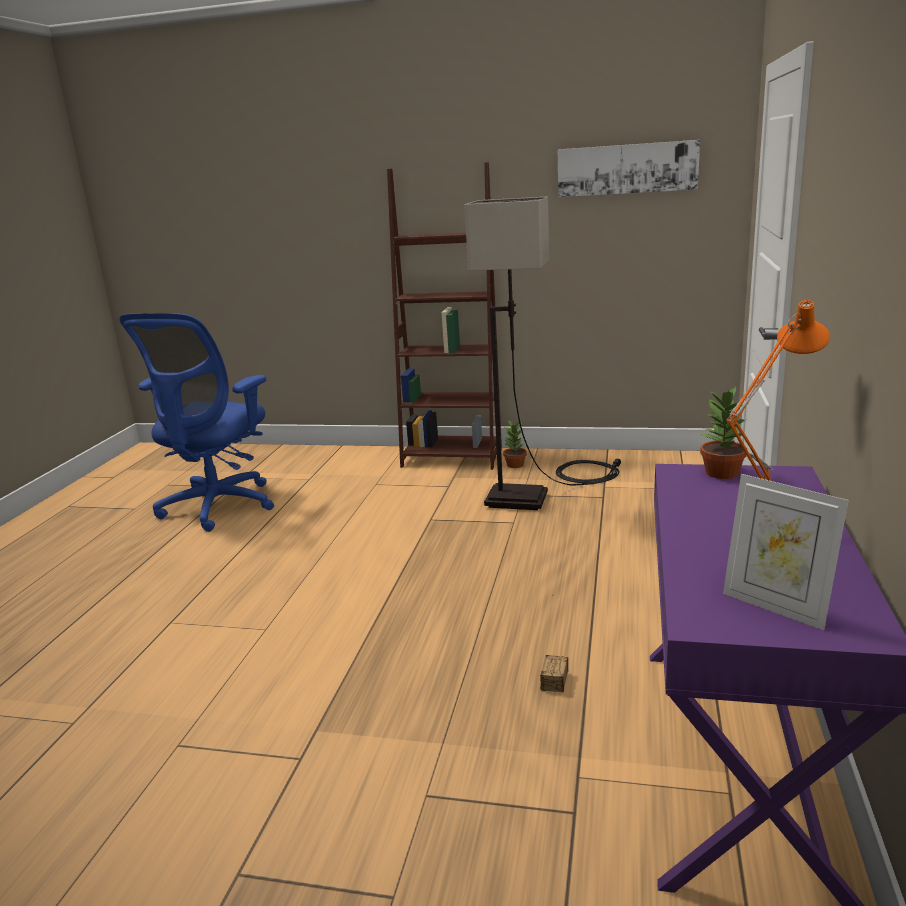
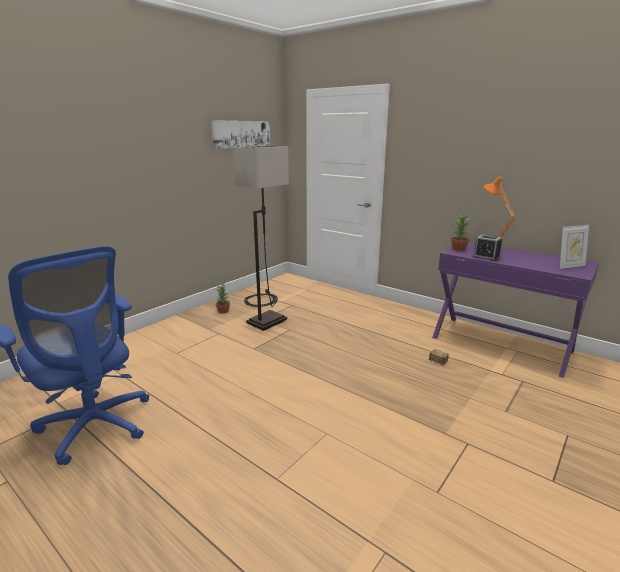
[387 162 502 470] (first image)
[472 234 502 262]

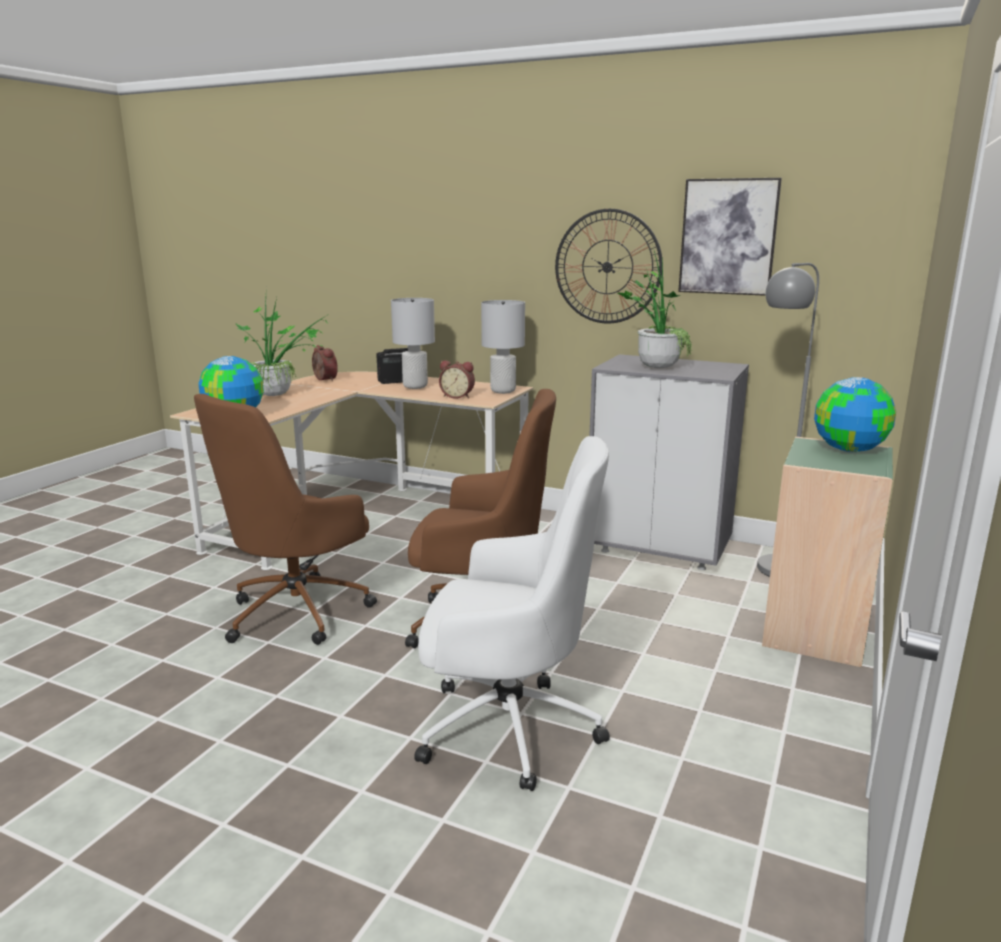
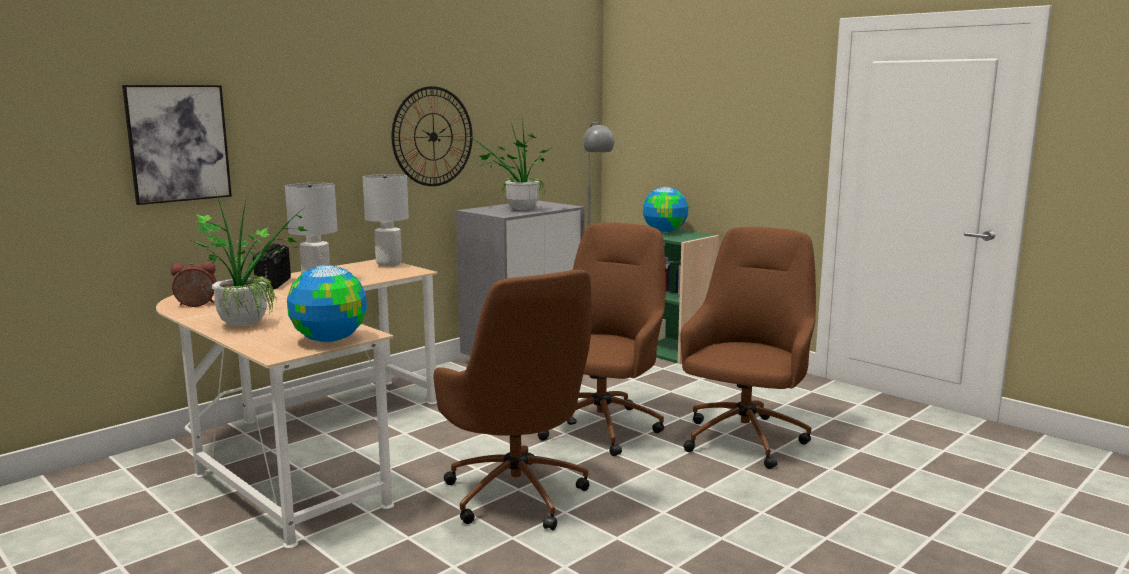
[122 85 232 205]
[439 360 475 399] (first image)
[680 227 816 469]

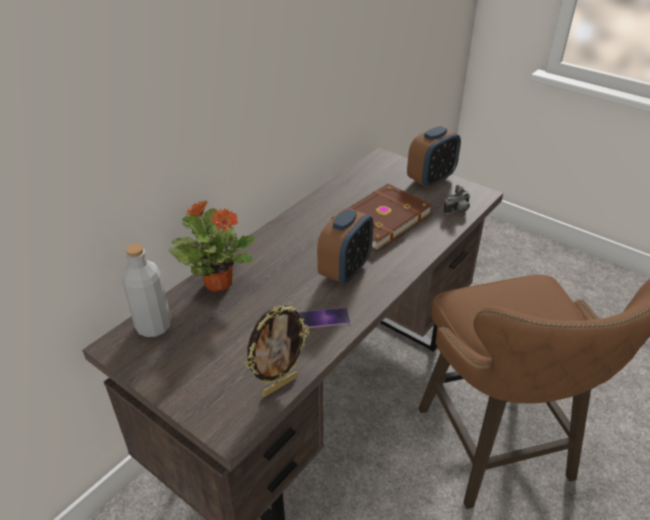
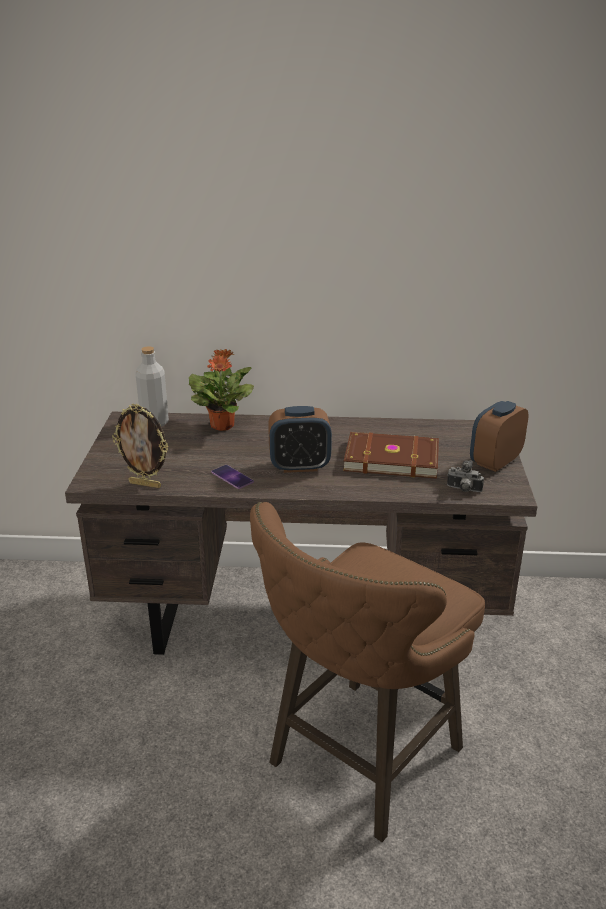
[470 401 528 472]

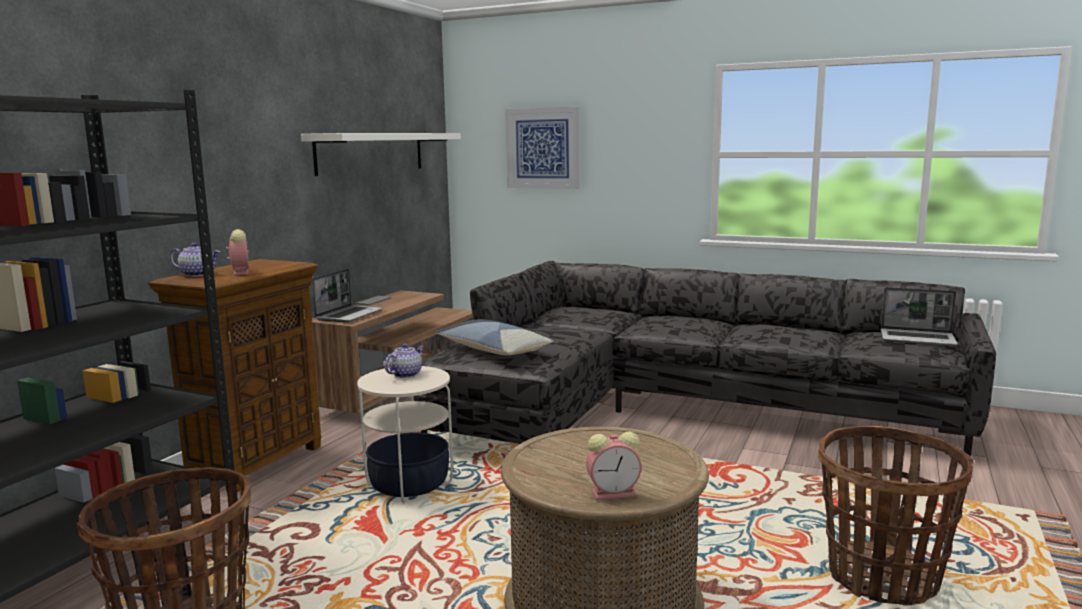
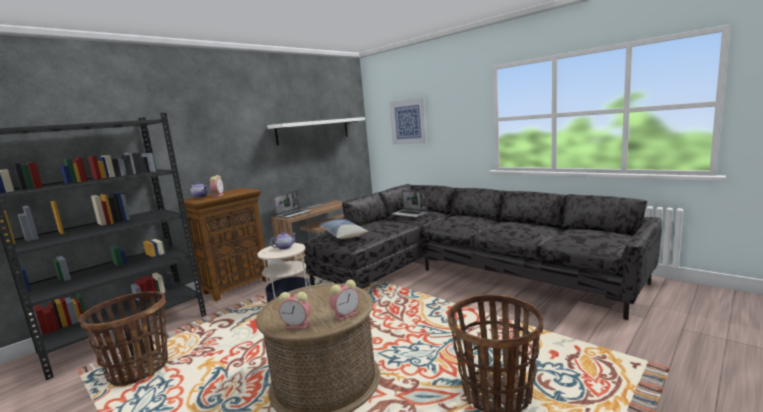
[391 190 428 218]
[329 280 359 321]

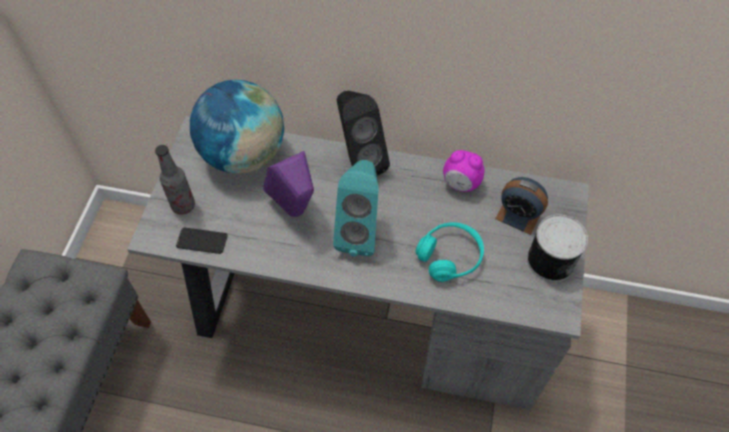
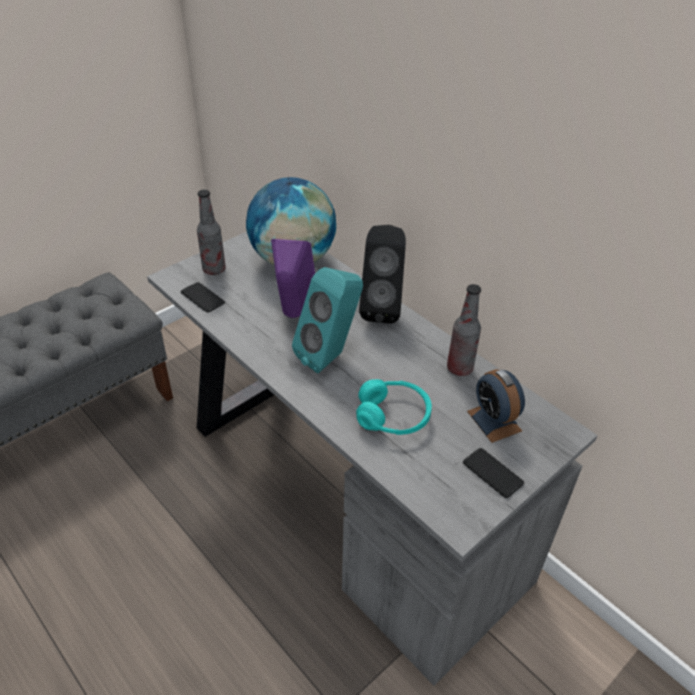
[447 284 481 376]
[463 448 524 498]

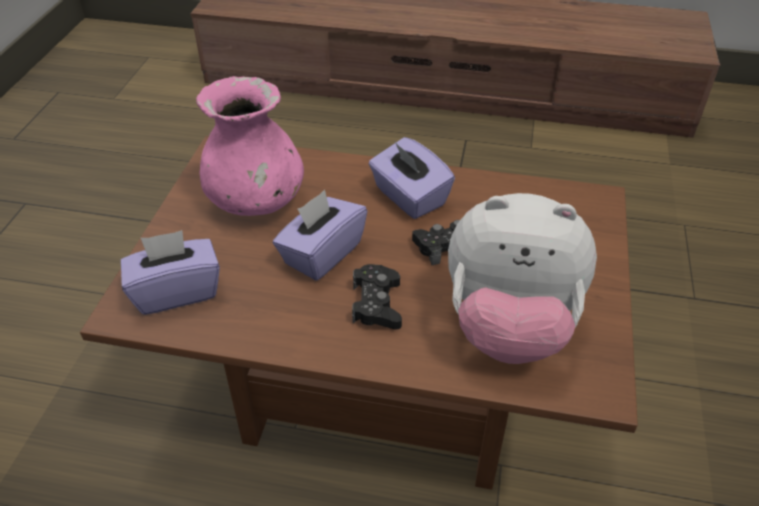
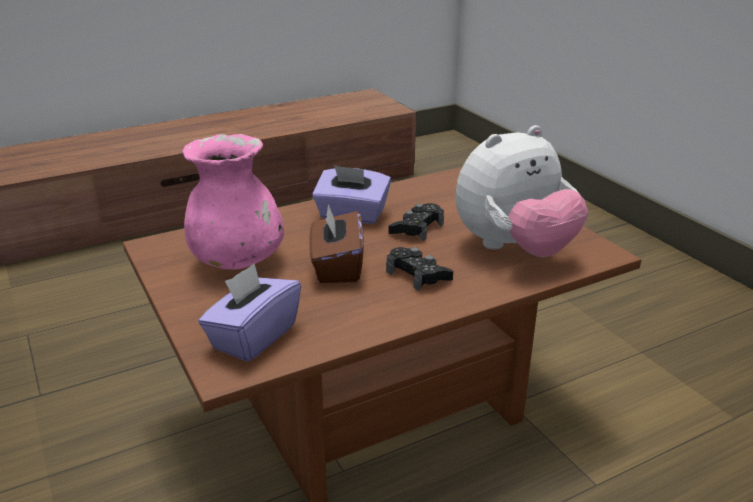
[309 204 364 283]

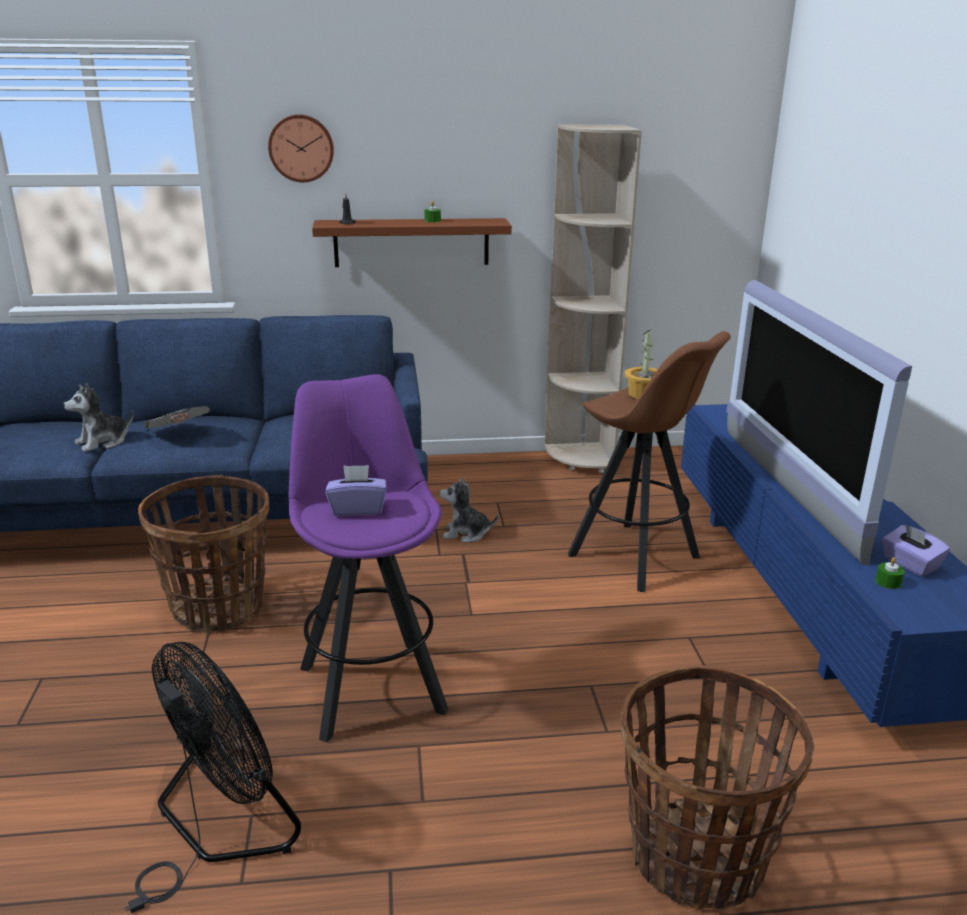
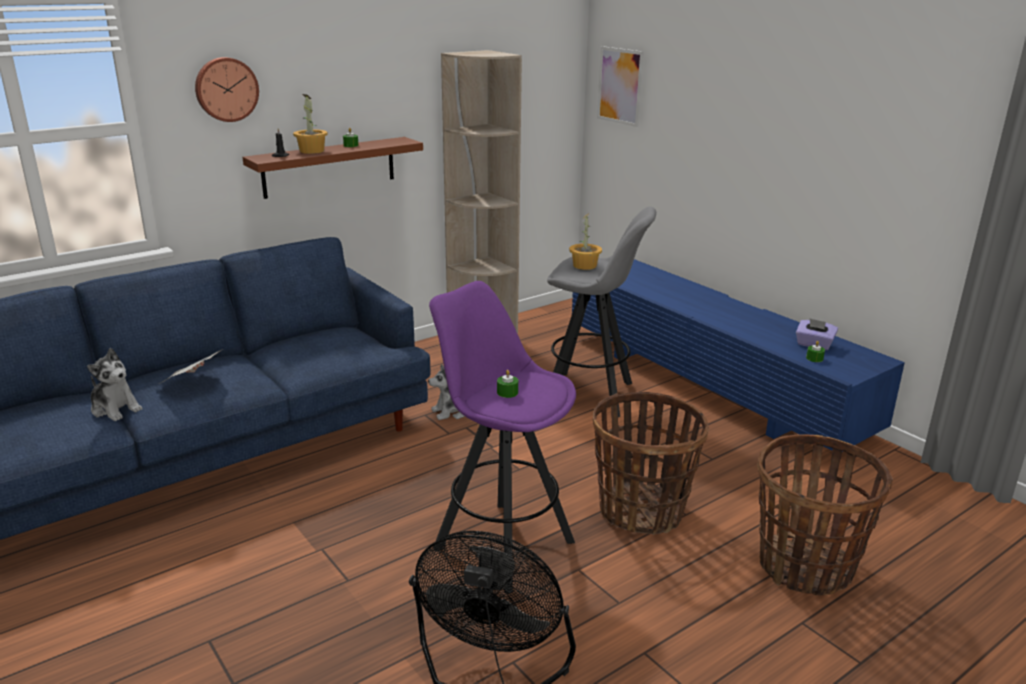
[727 280 912 565] (first image)
[547 206 656 417]
[87 348 143 421]
[497 370 518 398]
[593 392 709 535]
[597 46 644 127]
[293 94 328 154]

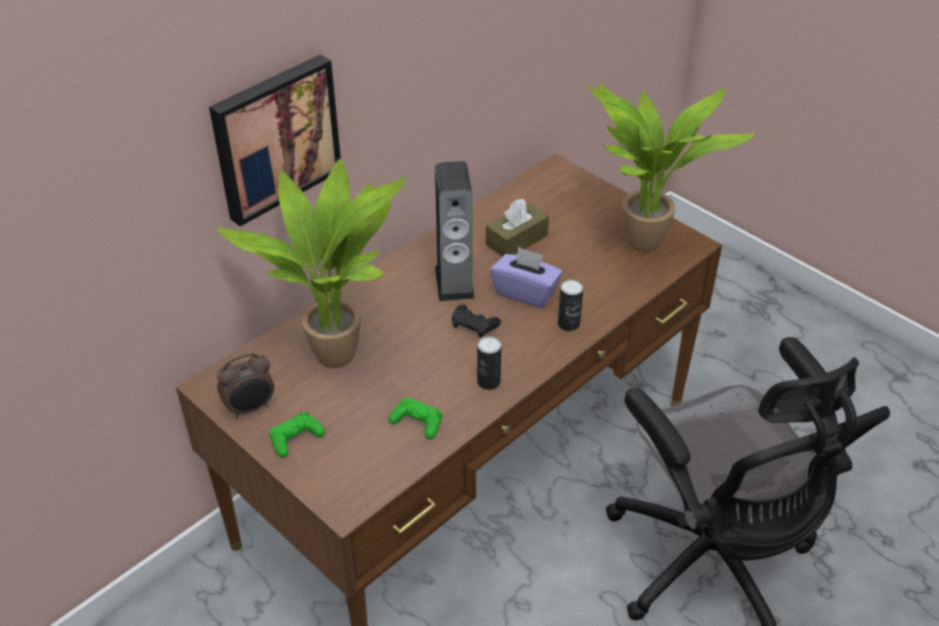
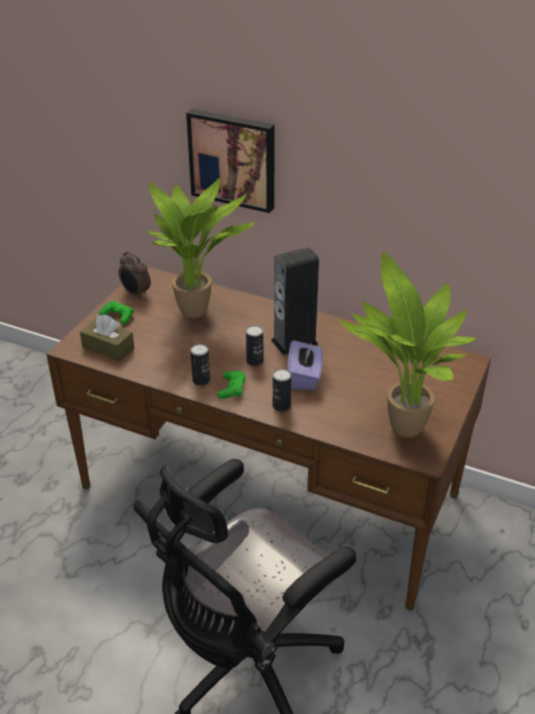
[80 314 134 362]
[246 325 263 366]
[217 371 246 399]

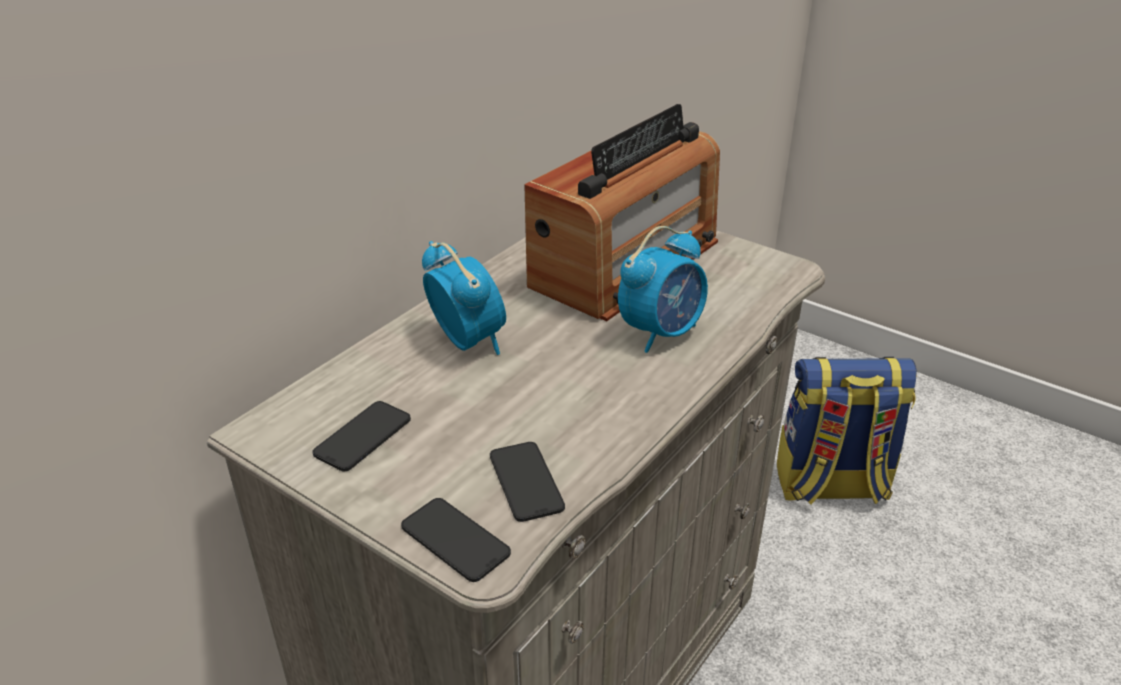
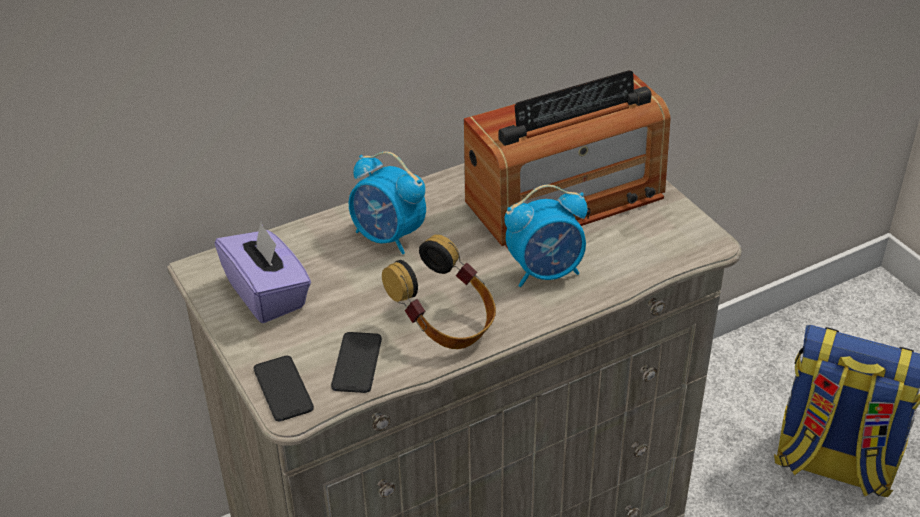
[349 151 426 254]
[215 222 311 323]
[382 234 496 349]

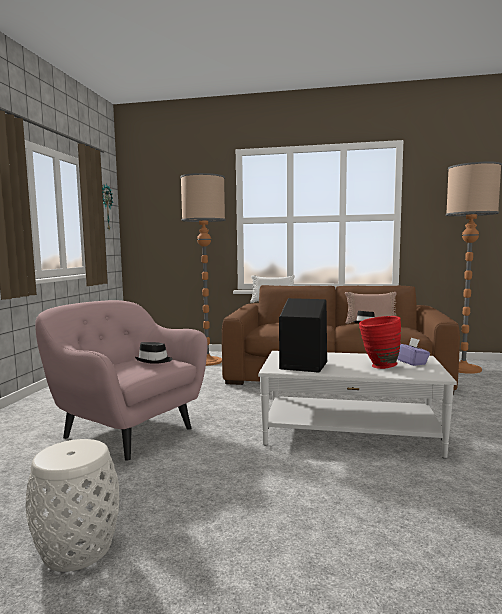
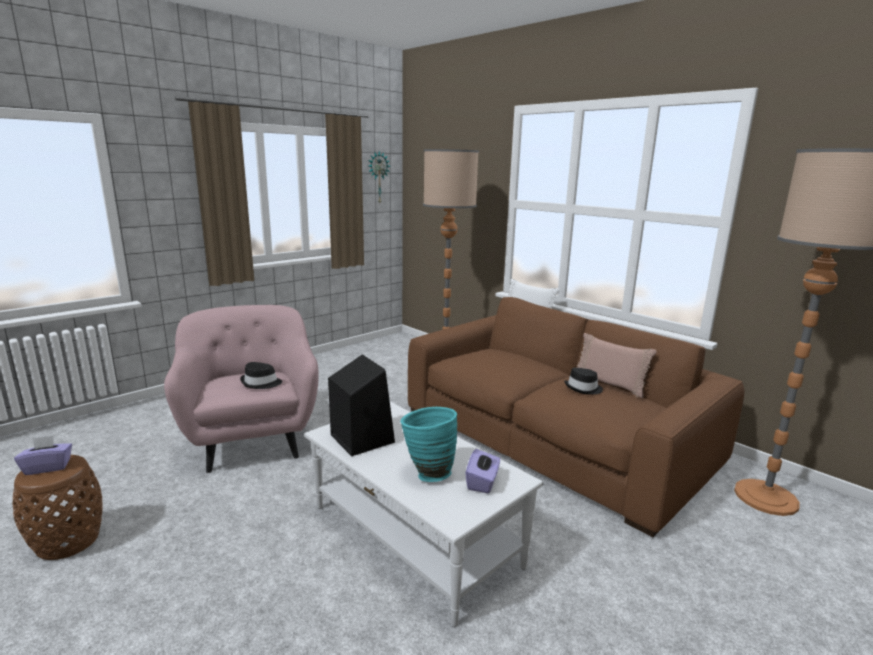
[400 407 457 482]
[13 455 103 560]
[14 435 72 475]

